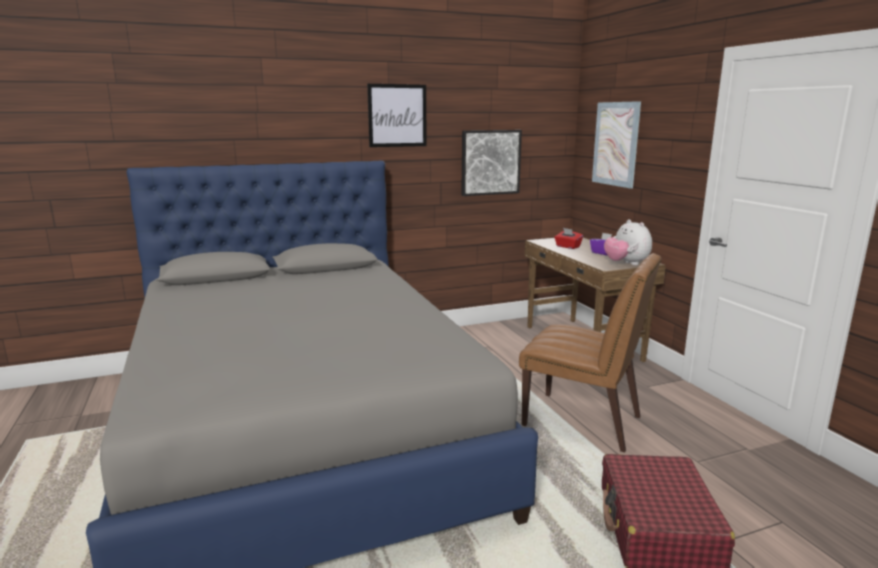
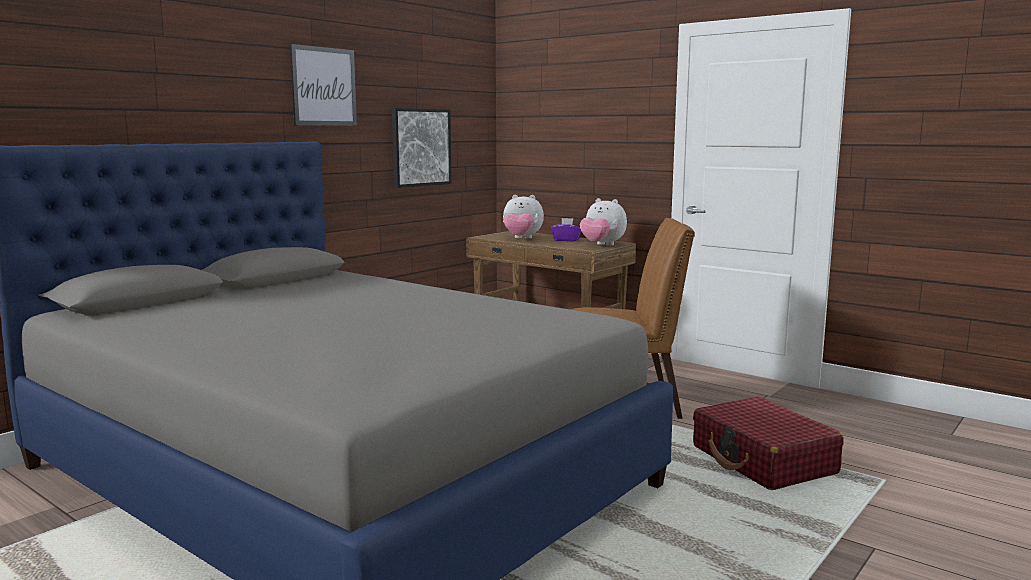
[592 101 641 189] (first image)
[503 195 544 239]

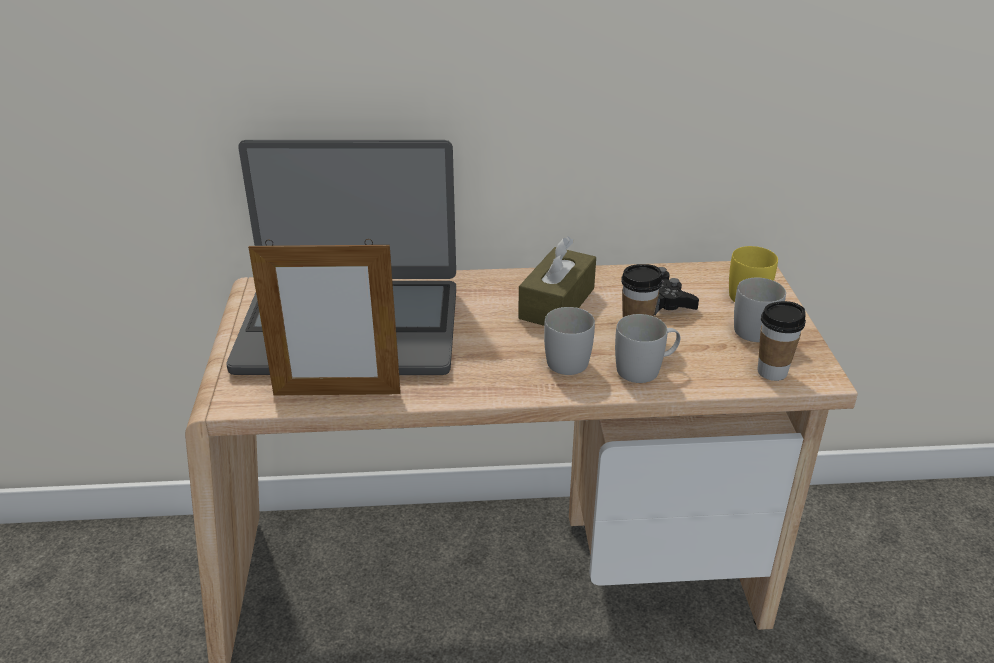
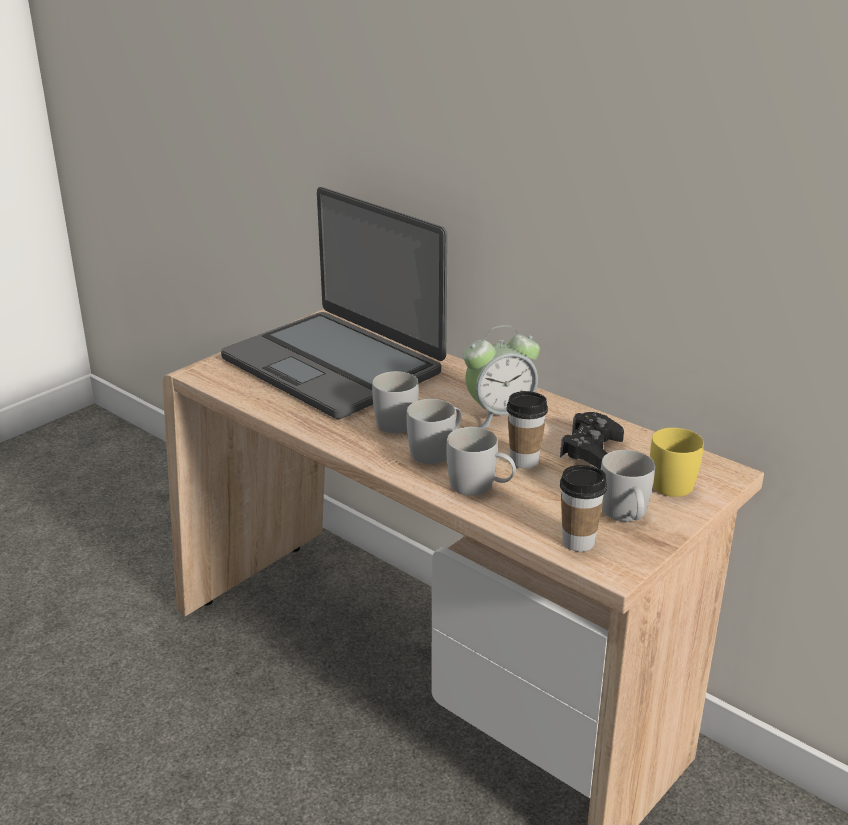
[463 325 540 428]
[248 239 401 395] (first image)
[372 371 419 433]

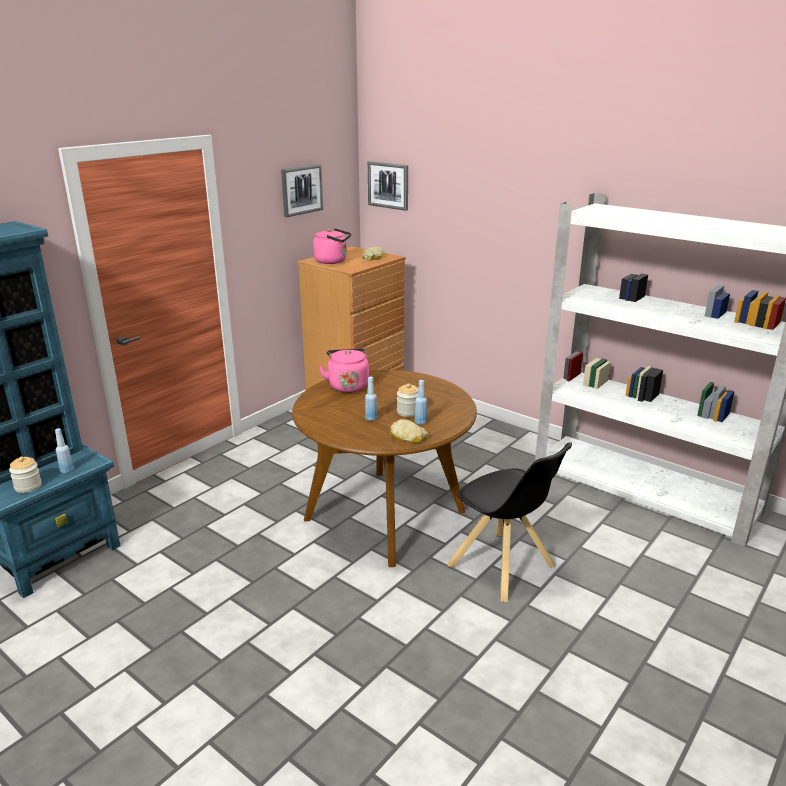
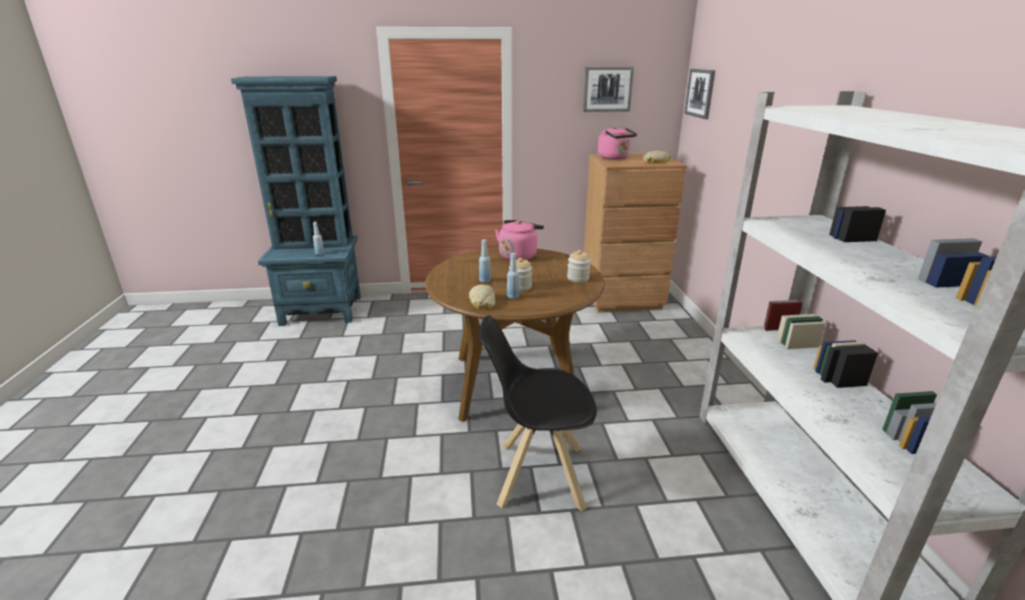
[479 316 597 511]
[567 250 591 282]

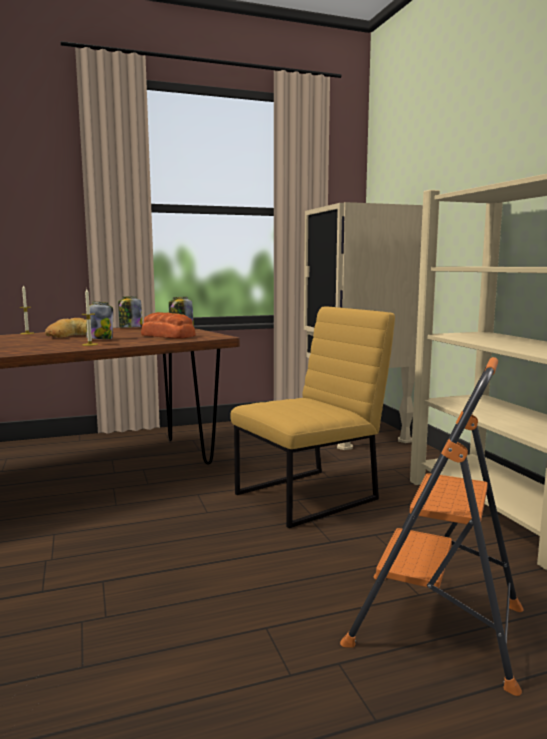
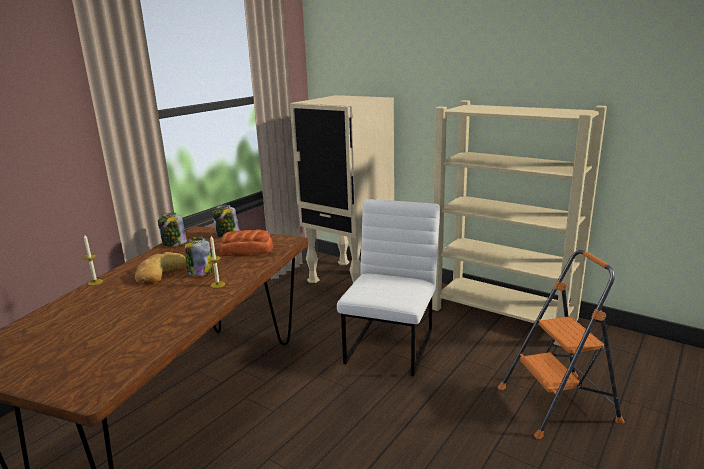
[337 199 440 377]

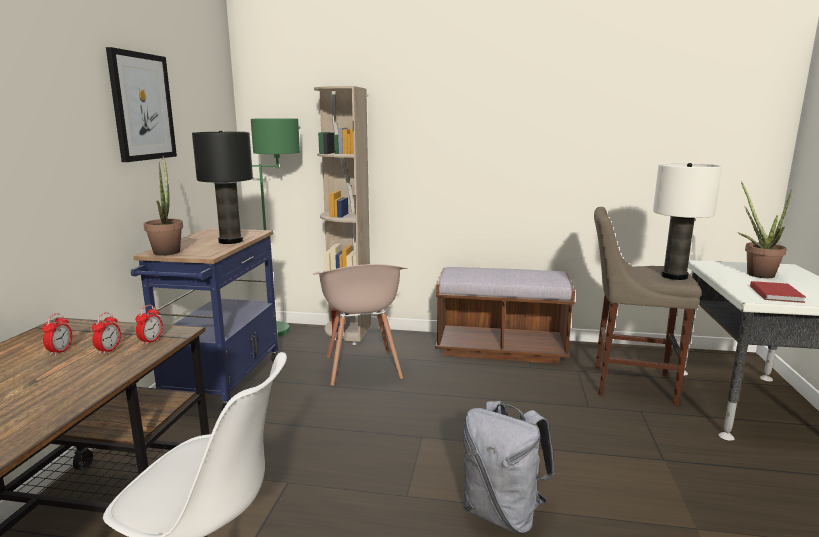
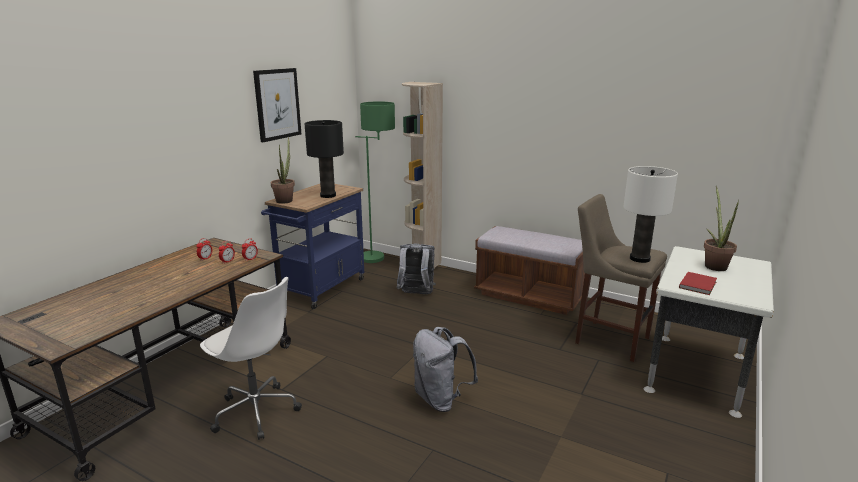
[397 244 436 294]

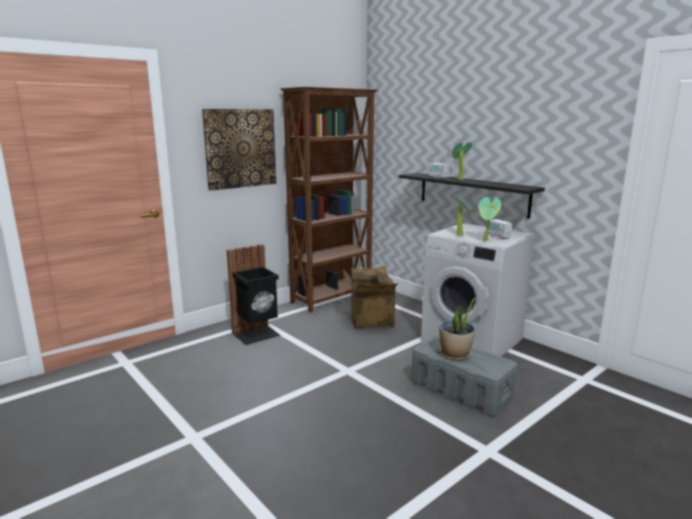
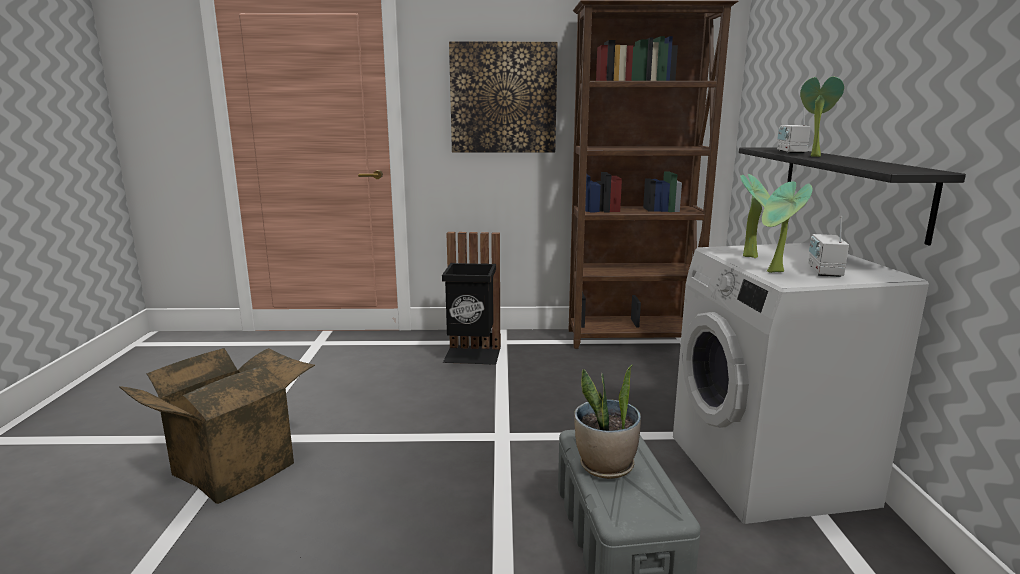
[119 348 315 504]

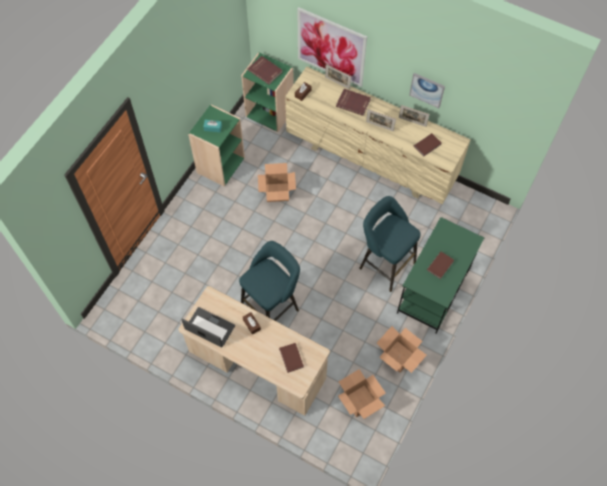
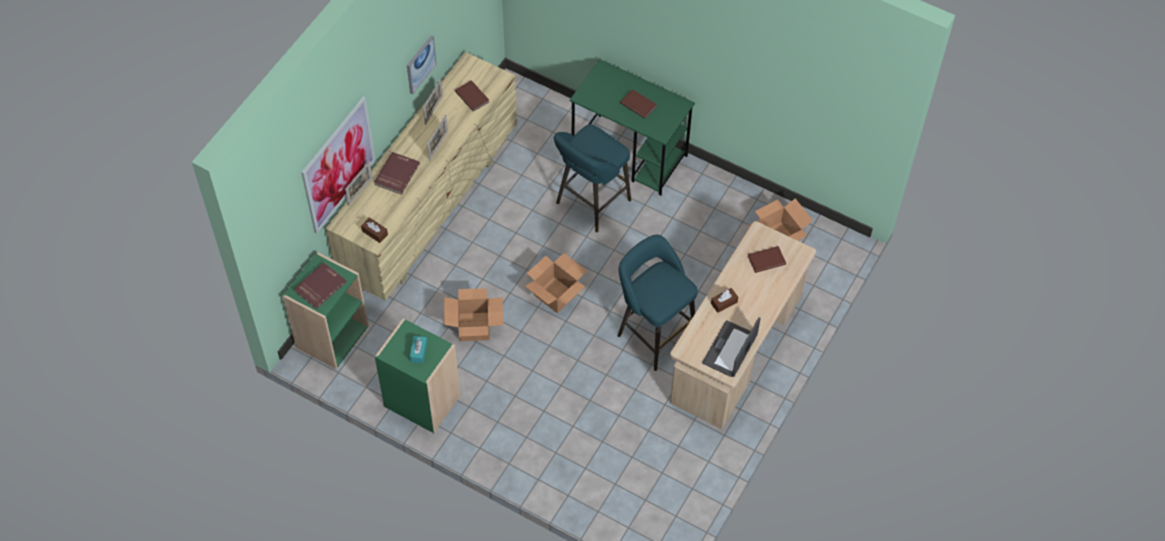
[525 253 587 313]

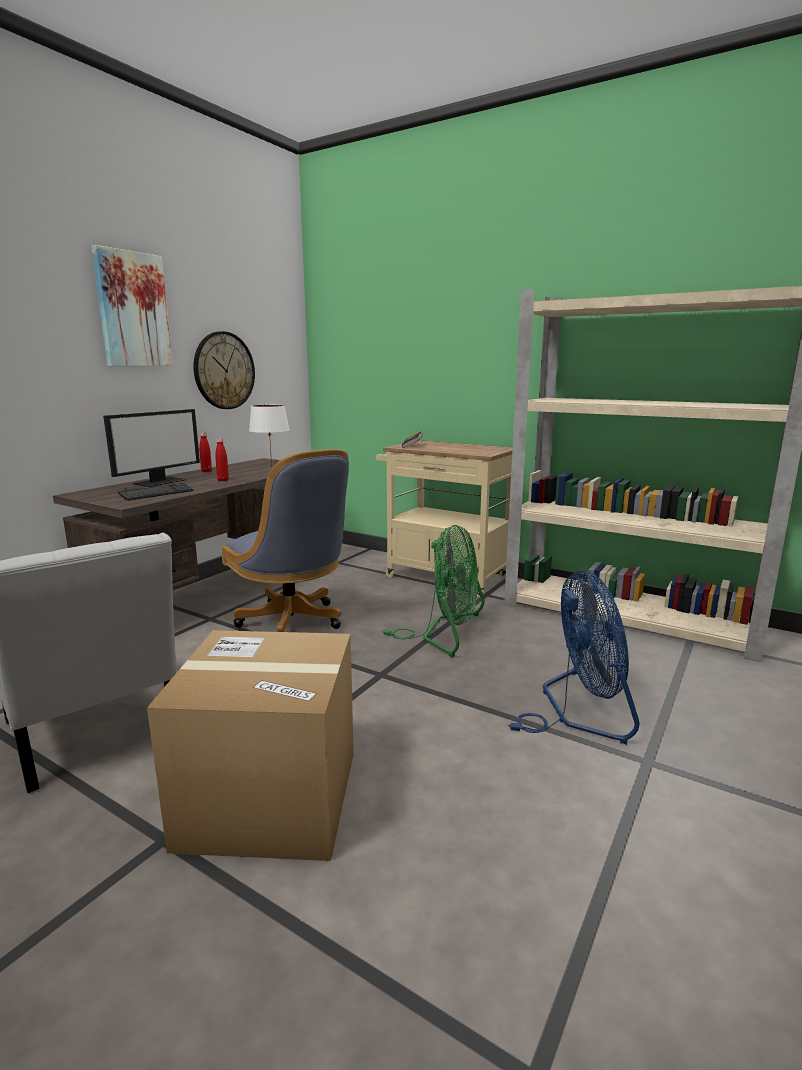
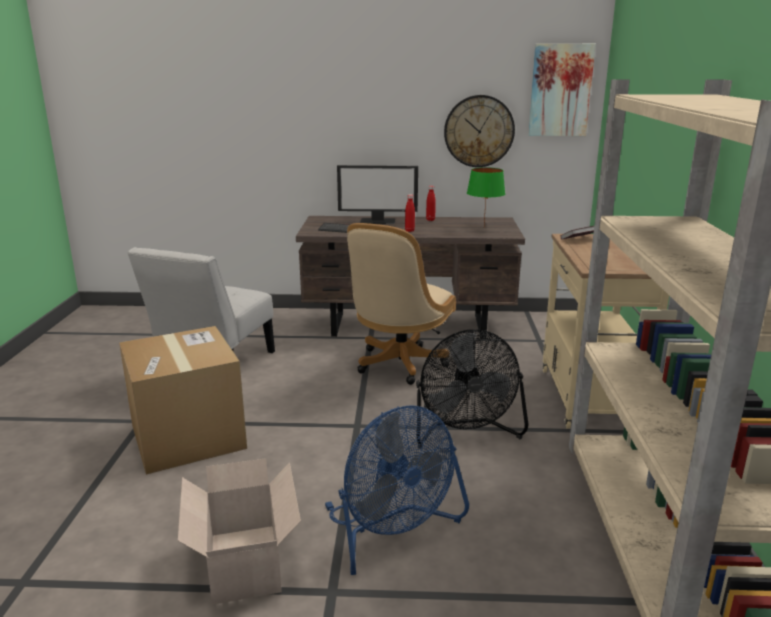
[528 44 596 136]
[467 167 505 225]
[347 223 456 385]
[416 329 528 448]
[178 458 301 605]

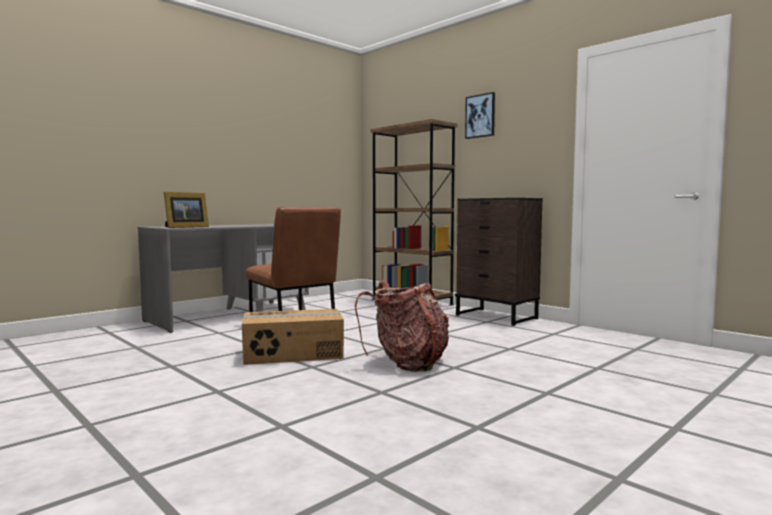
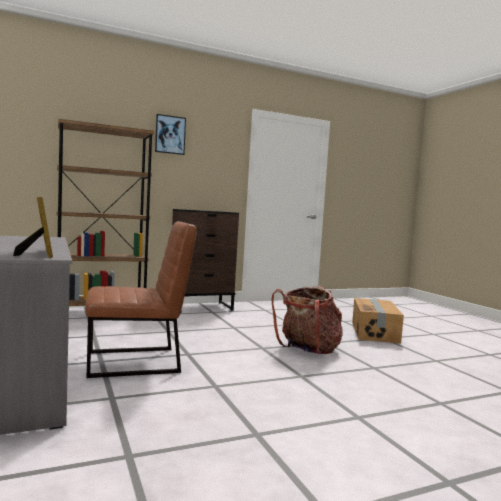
[352 298 404 344]

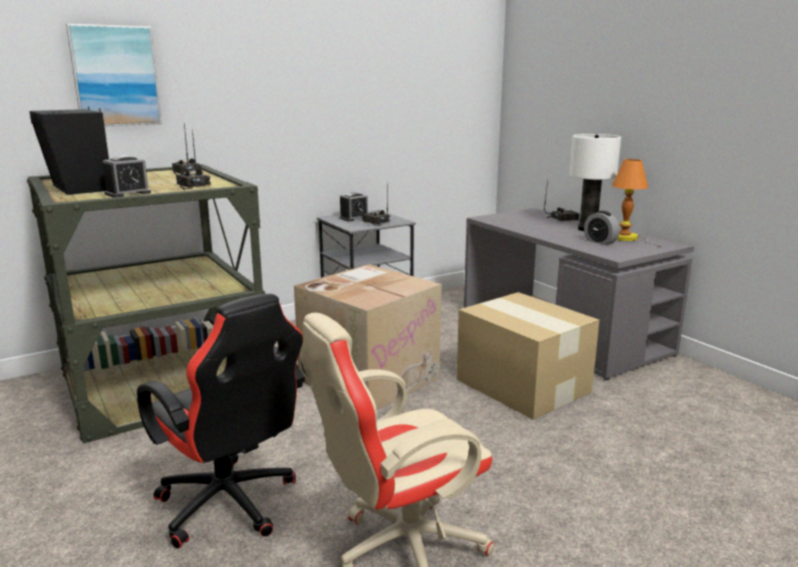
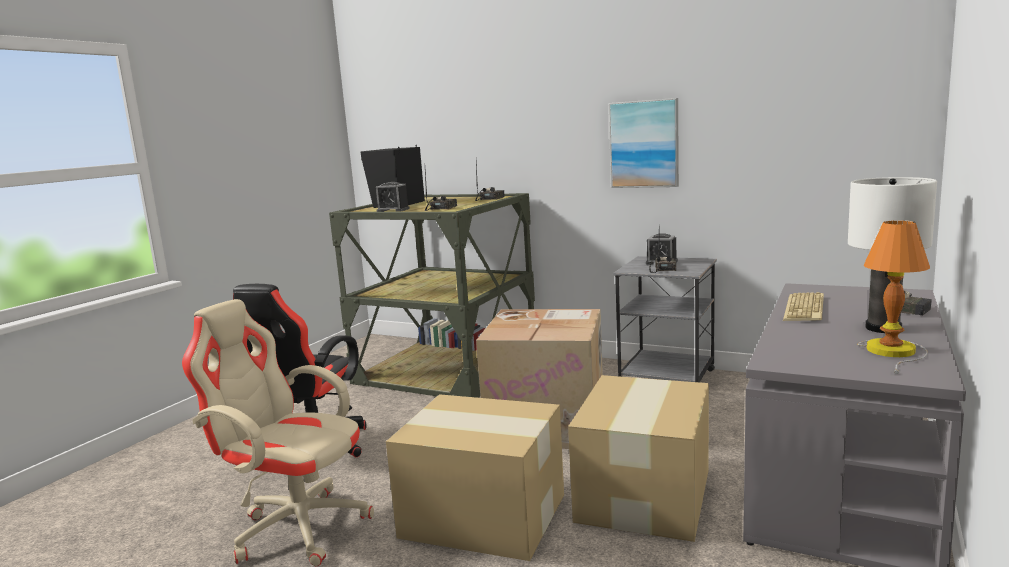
[609 98 679 188]
[584 211 620 245] (first image)
[783 292 824 321]
[386 394 564 561]

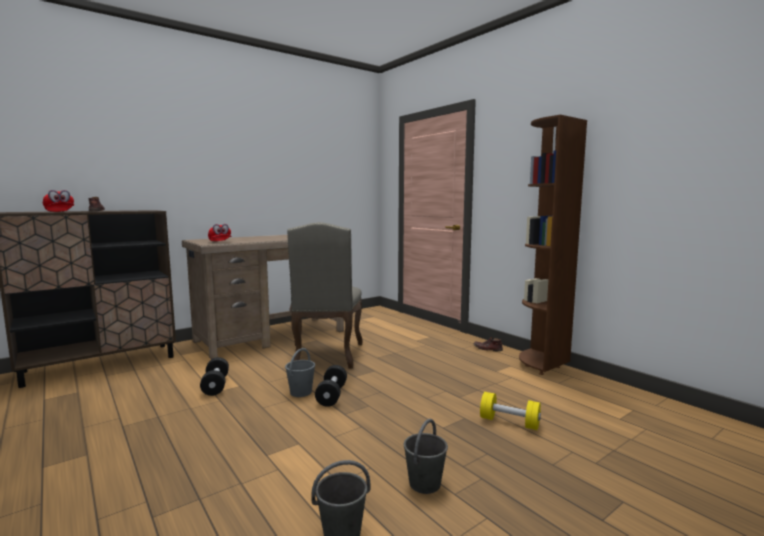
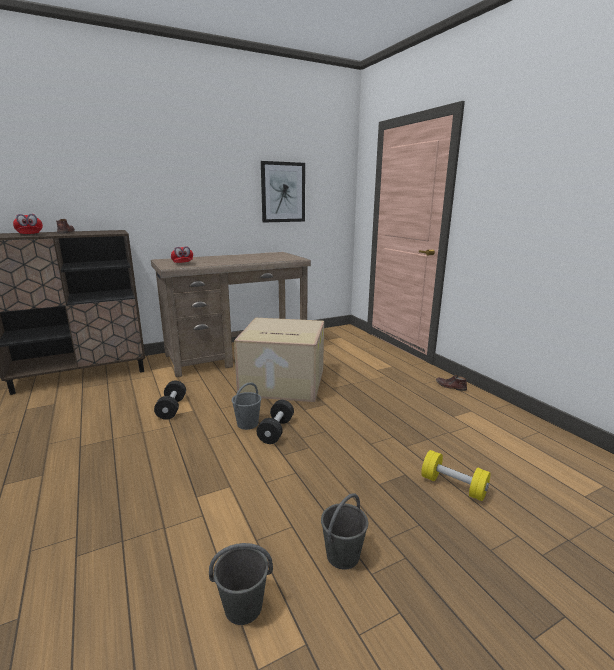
[519 115 587 375] (first image)
[234 318 324 402]
[261 161 305 223]

